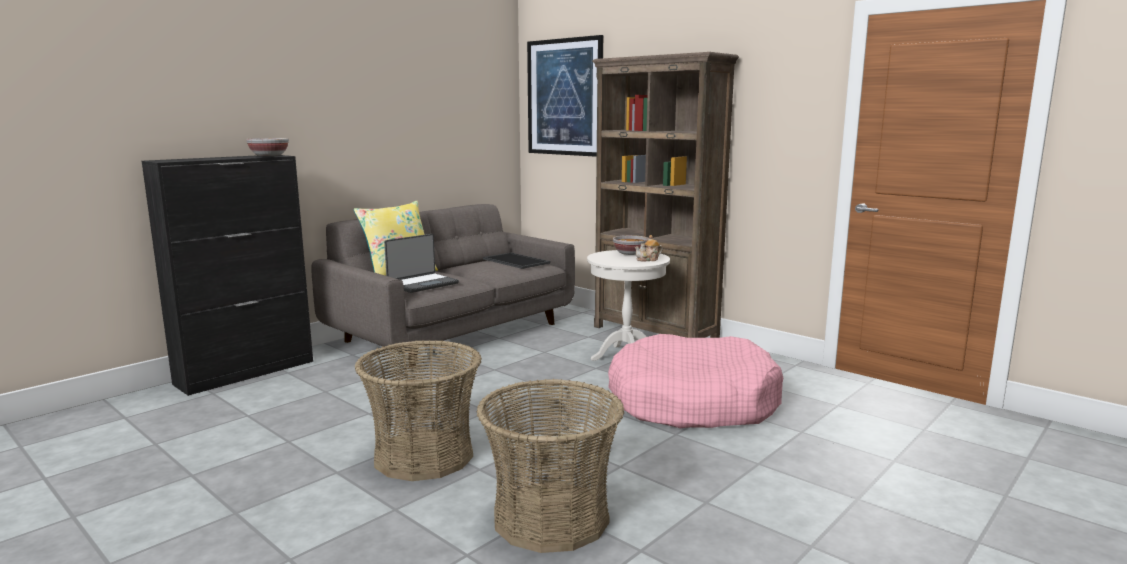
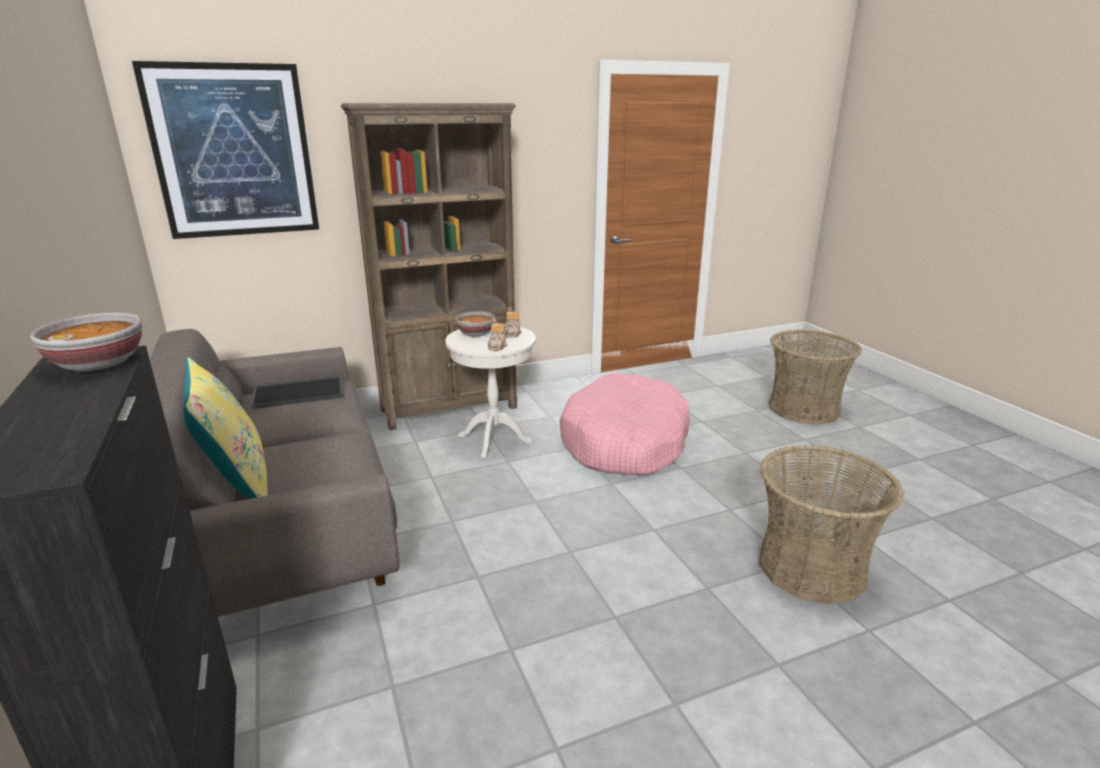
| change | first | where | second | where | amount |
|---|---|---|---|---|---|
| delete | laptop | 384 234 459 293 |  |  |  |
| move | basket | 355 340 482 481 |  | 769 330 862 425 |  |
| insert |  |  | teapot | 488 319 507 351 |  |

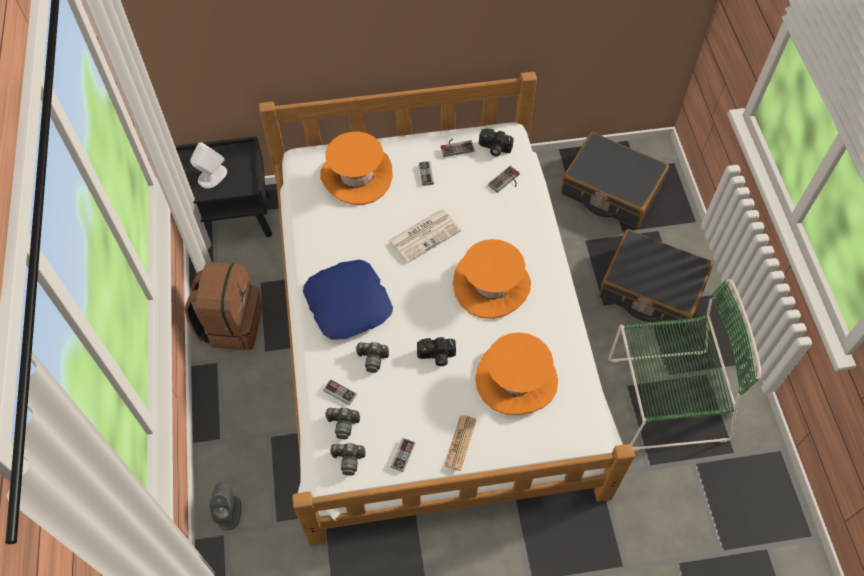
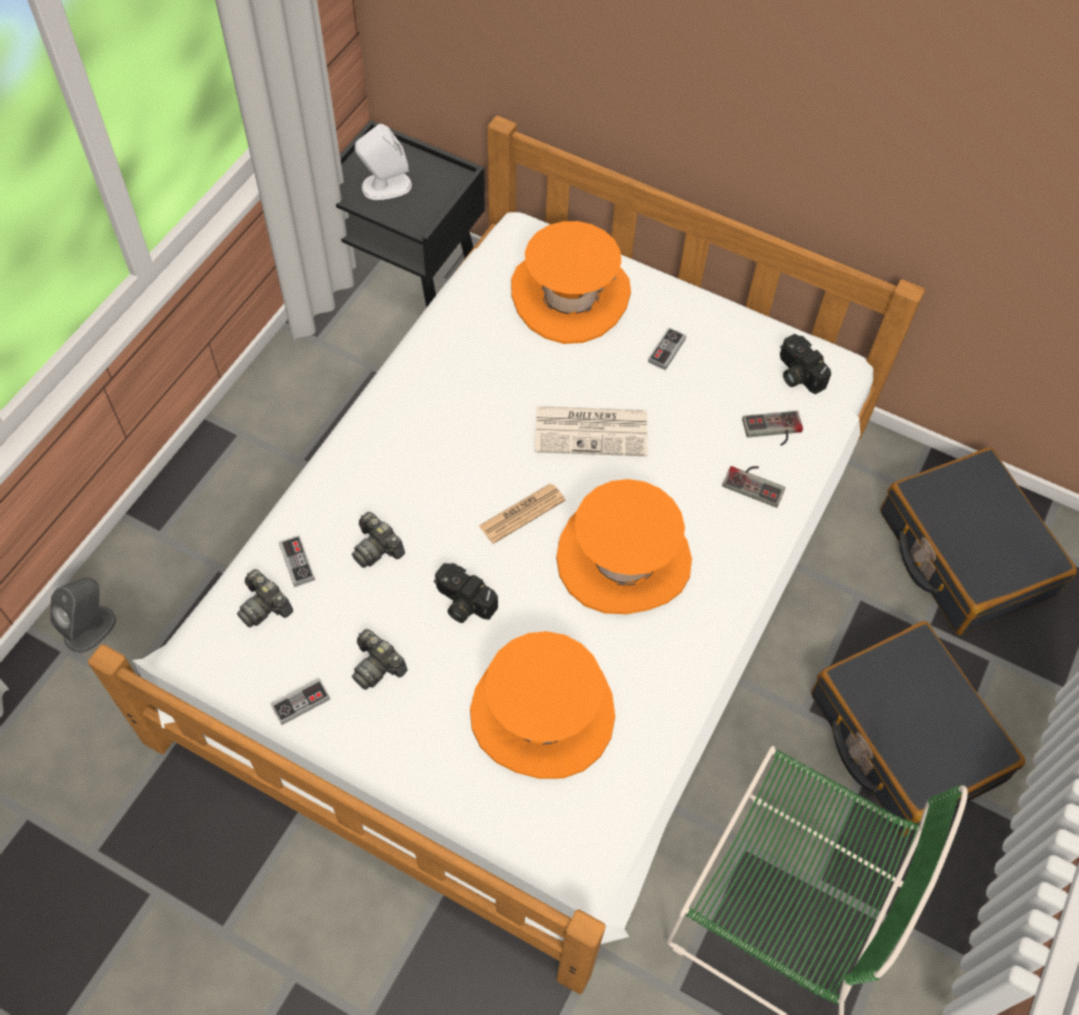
| change | first | where | second | where | amount |
|---|---|---|---|---|---|
| move | game controller | 441 139 474 157 |  | 722 466 785 508 |  |
| delete | pillow (blue) | 303 260 393 340 |  |  |  |
| delete | backpack (brown) | 185 262 262 350 |  |  |  |
| move | newspaper | 444 415 476 471 |  | 479 483 566 544 |  |
| move | photo camera | 330 443 366 475 |  | 352 629 408 690 |  |

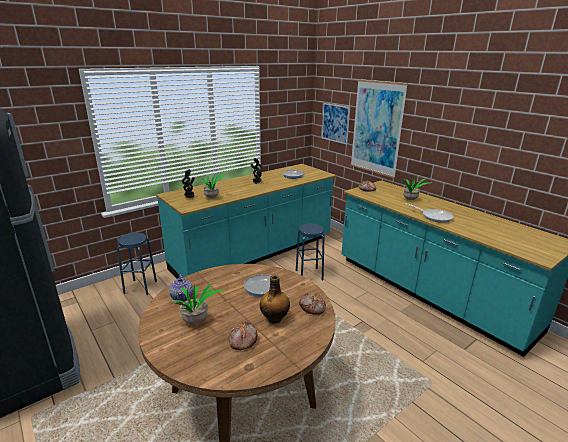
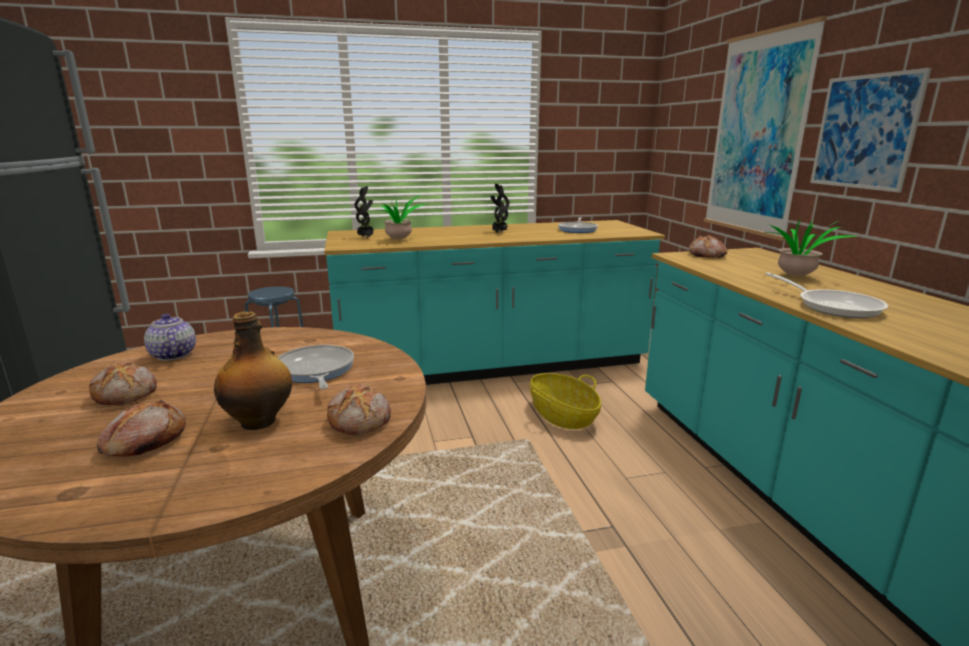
| change | first | where | second | where | amount |
|---|---|---|---|---|---|
| move | picture | 322 103 350 145 |  | 810 68 931 192 |  |
| replace | stool (blue) | 296 223 324 280 | basket | 530 373 601 429 |  |
| rotate | teapot | 169 274 193 301 |  | 144 314 196 361 | 135 degrees clockwise |
| replace | potted plant | 169 284 224 324 | bread | 89 362 157 405 |  |

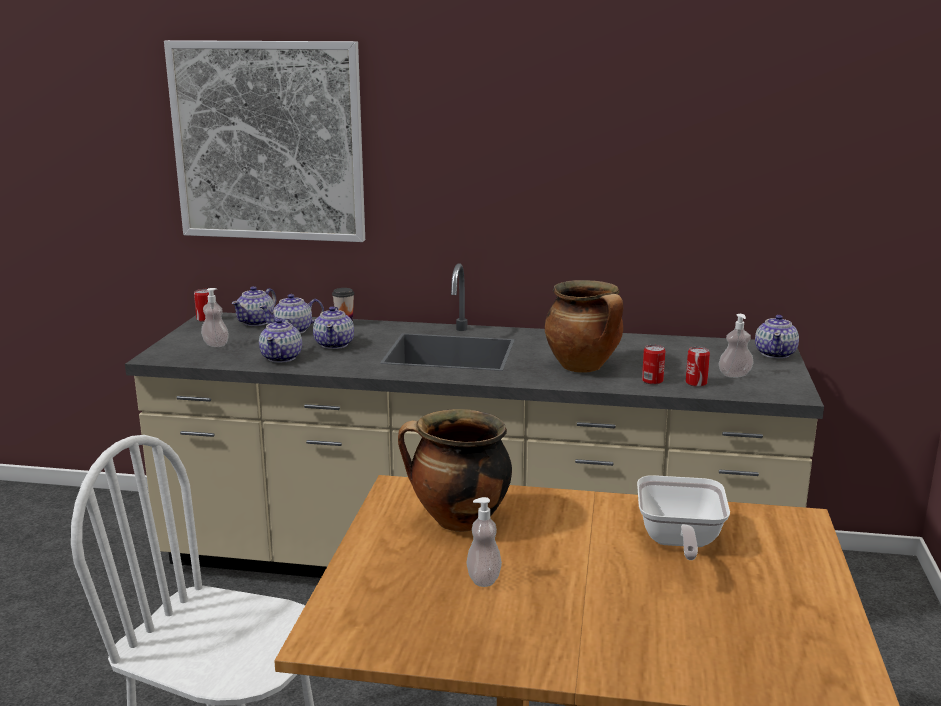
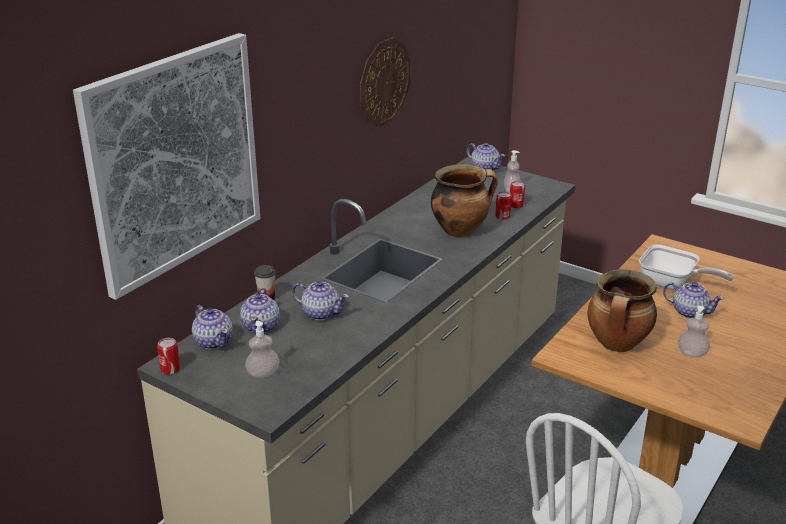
| change | first | where | second | where | amount |
|---|---|---|---|---|---|
| move | teapot | 259 318 302 363 |  | 663 282 724 319 |  |
| insert |  |  | wall clock | 360 38 411 127 |  |

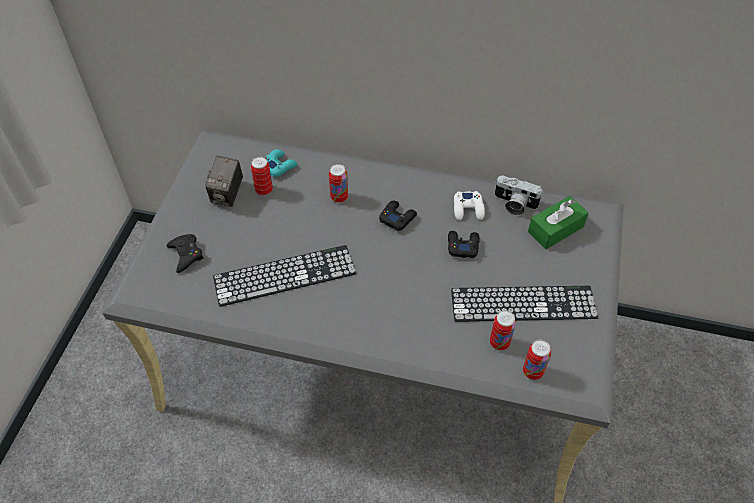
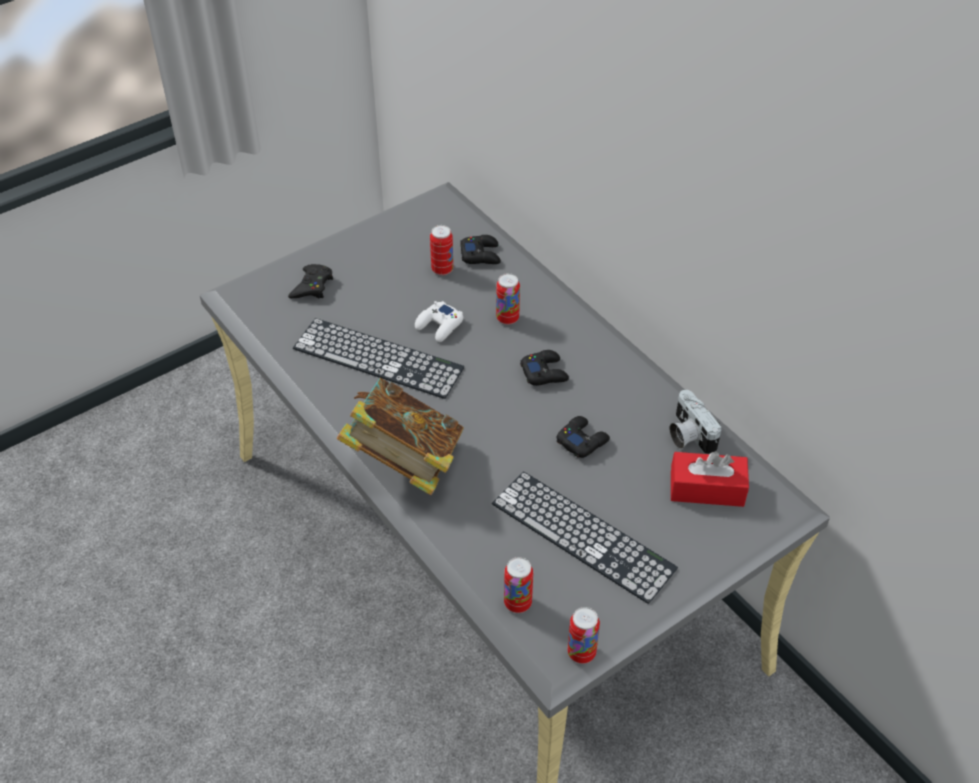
| change | first | where | second | where | amount |
|---|---|---|---|---|---|
| recolor | game controller (turquoise) | 264 149 297 177 | game controller (black) | 460 235 501 264 |  |
| delete | photo camera | 206 156 243 207 |  |  |  |
| move | game controller (white) | 454 191 485 220 |  | 415 301 463 342 |  |
| recolor | tissue box (green) | 528 196 589 249 | tissue box (red) | 671 451 749 507 |  |
| move | can | 490 310 516 351 |  | 567 607 600 664 |  |
| insert |  |  | book | 337 378 464 495 |  |

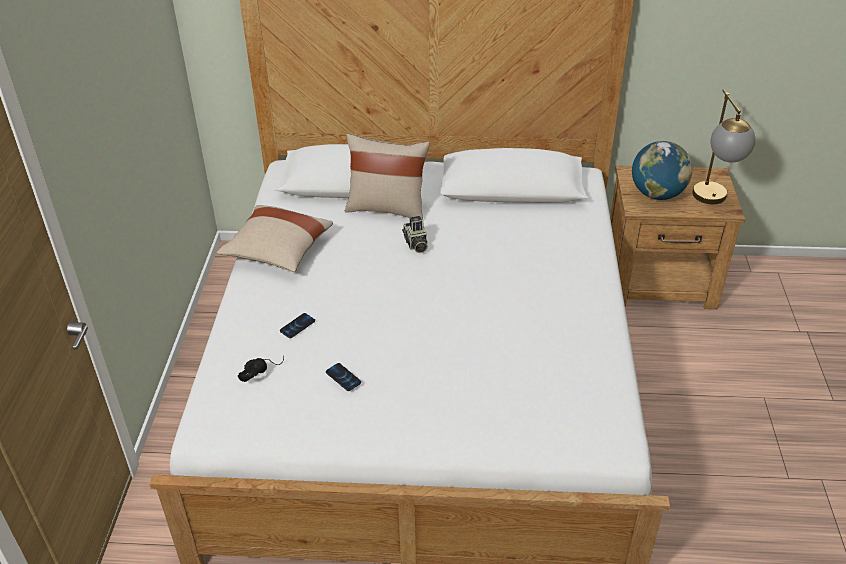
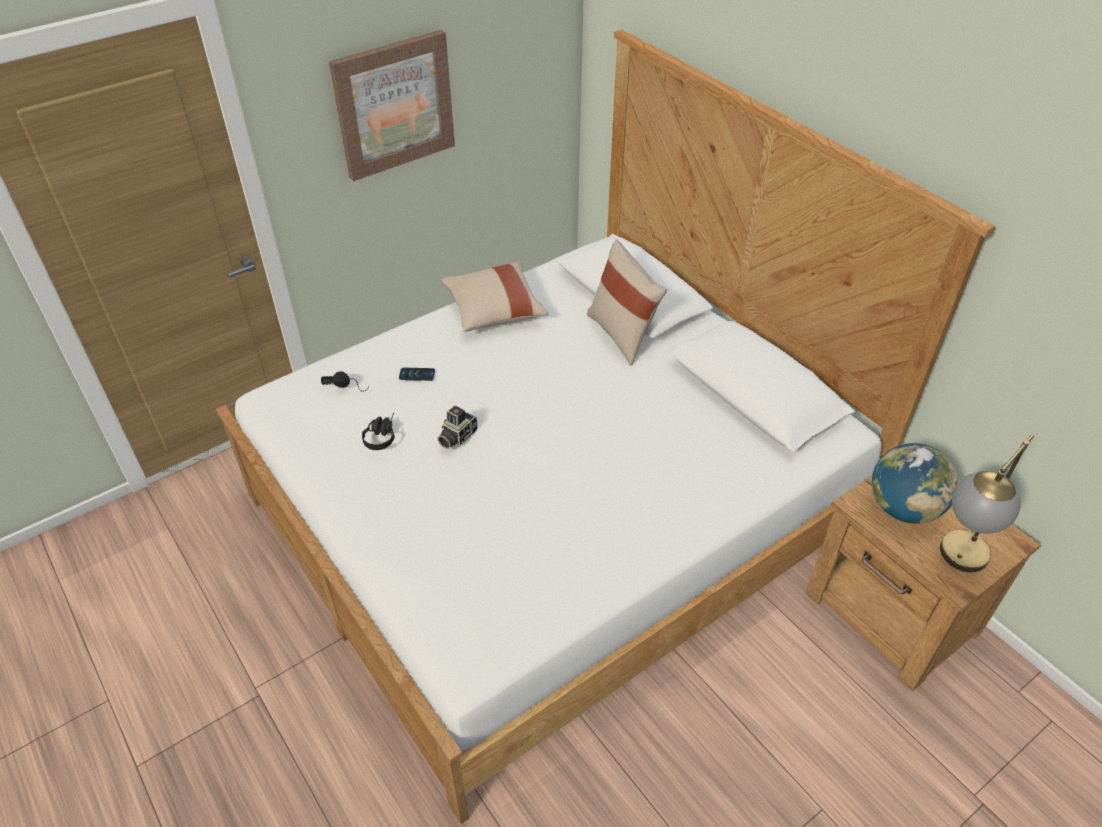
| change | first | where | second | where | amount |
|---|---|---|---|---|---|
| move | photo camera | 402 216 428 253 |  | 437 406 478 449 |  |
| replace | phone | 326 363 361 391 | headphones (black) | 362 412 395 450 |  |
| insert |  |  | picture | 329 30 455 181 |  |

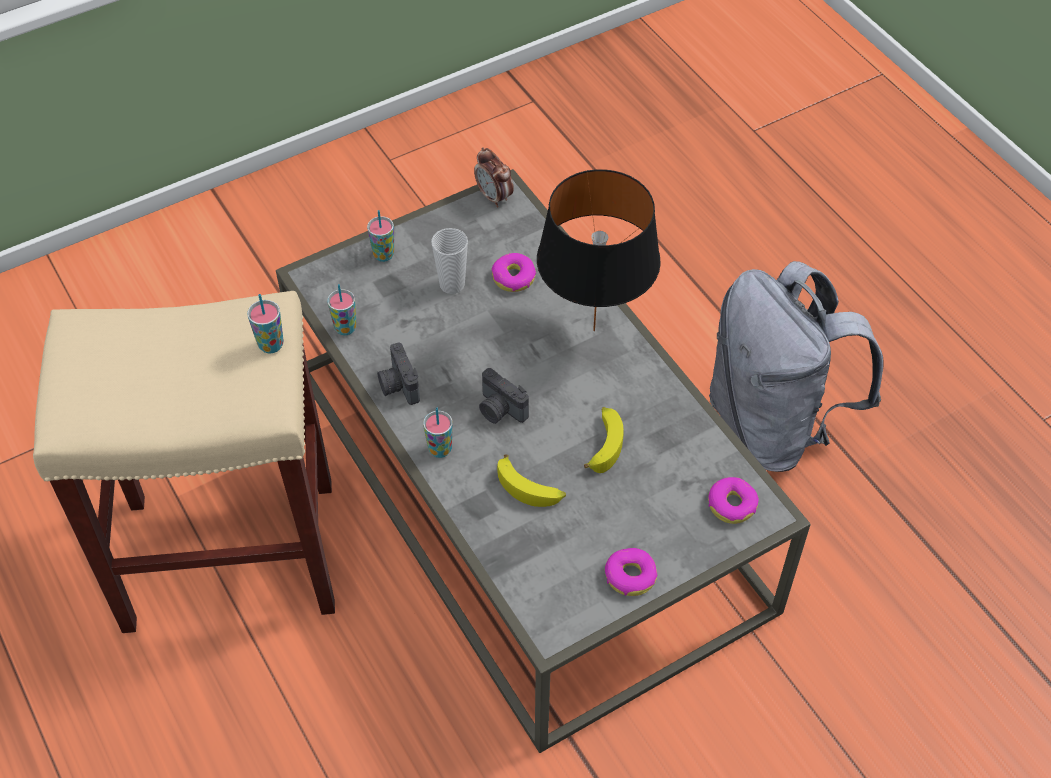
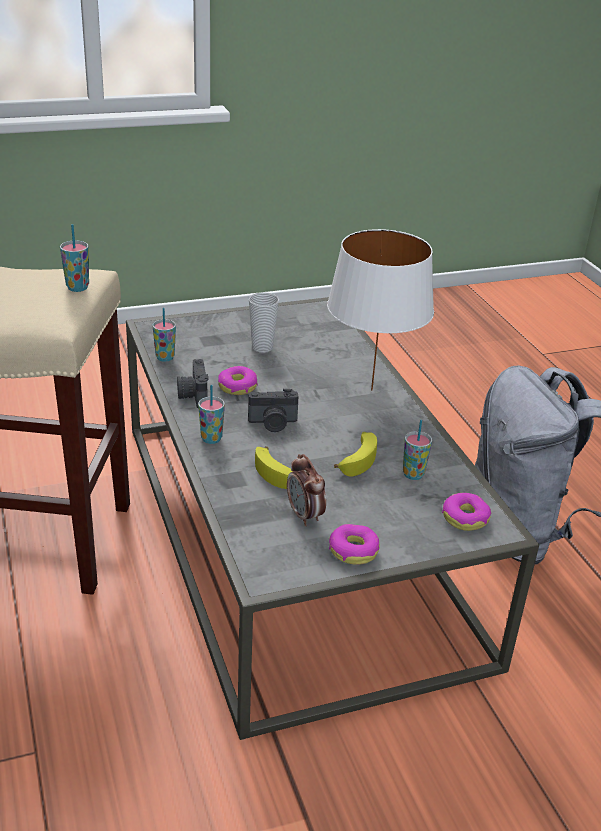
| change | first | where | second | where | amount |
|---|---|---|---|---|---|
| move | alarm clock | 474 147 514 208 |  | 287 454 326 526 |  |
| recolor | table lamp (black) | 537 169 661 331 | table lamp (white) | 327 229 434 391 |  |
| move | cup | 367 210 394 262 |  | 403 420 432 480 |  |
| move | donut | 491 253 536 292 |  | 218 366 258 395 |  |
| rotate | photo camera | 479 368 529 424 |  | 248 389 299 432 | 60 degrees counterclockwise |

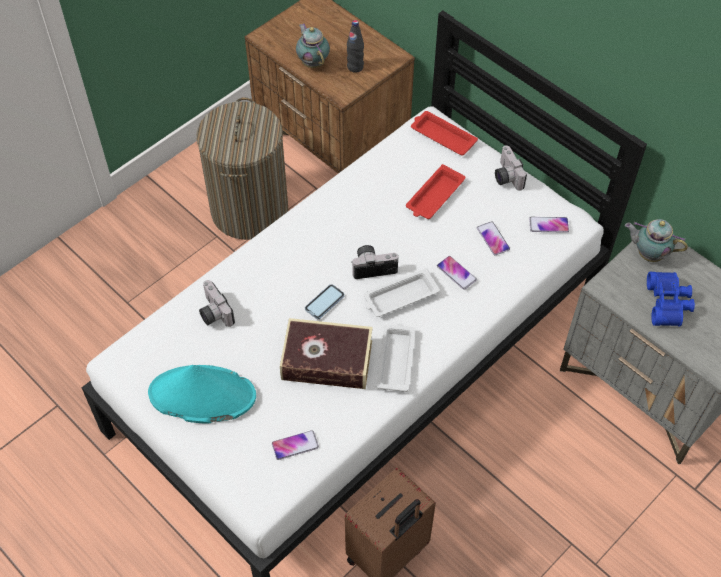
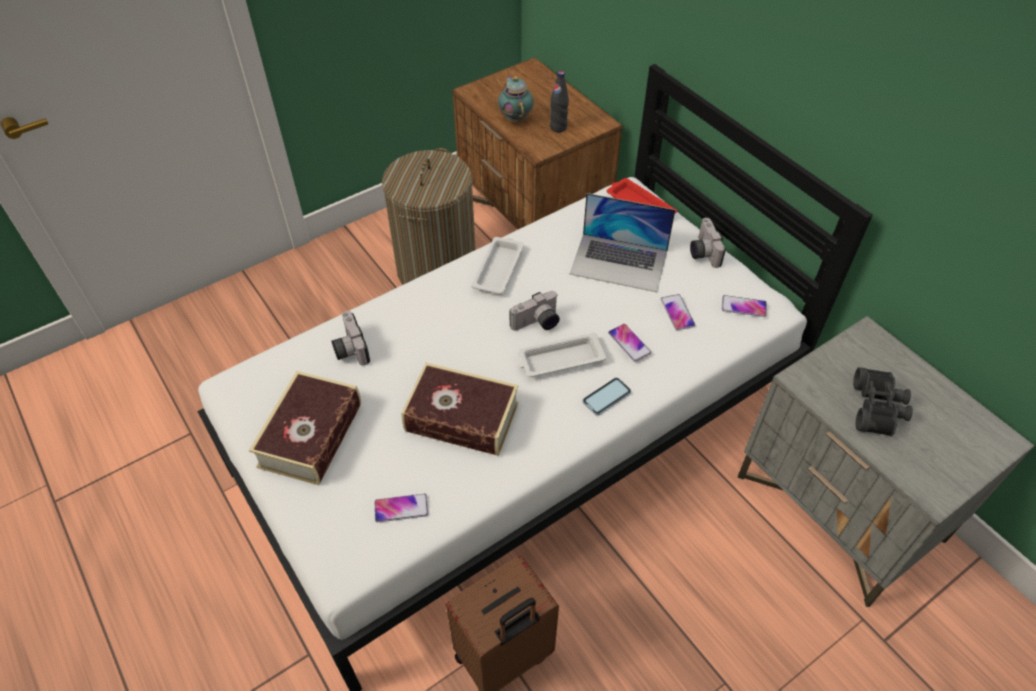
| change | first | where | second | where | amount |
|---|---|---|---|---|---|
| replace | tray (red) | 406 164 465 219 | laptop | 570 193 675 292 |  |
| delete | teapot | 625 219 688 262 |  |  |  |
| rotate | photo camera | 351 245 399 279 |  | 509 291 560 331 | 150 degrees clockwise |
| recolor | binoculars (blue) | 647 272 695 326 | binoculars (black) | 853 367 913 436 |  |
| move | phone | 305 284 345 319 |  | 583 378 631 416 |  |
| move | tray (white) | 376 323 416 392 |  | 471 237 524 294 |  |
| replace | hat (turquoise) | 148 365 256 423 | book | 249 371 361 485 |  |

